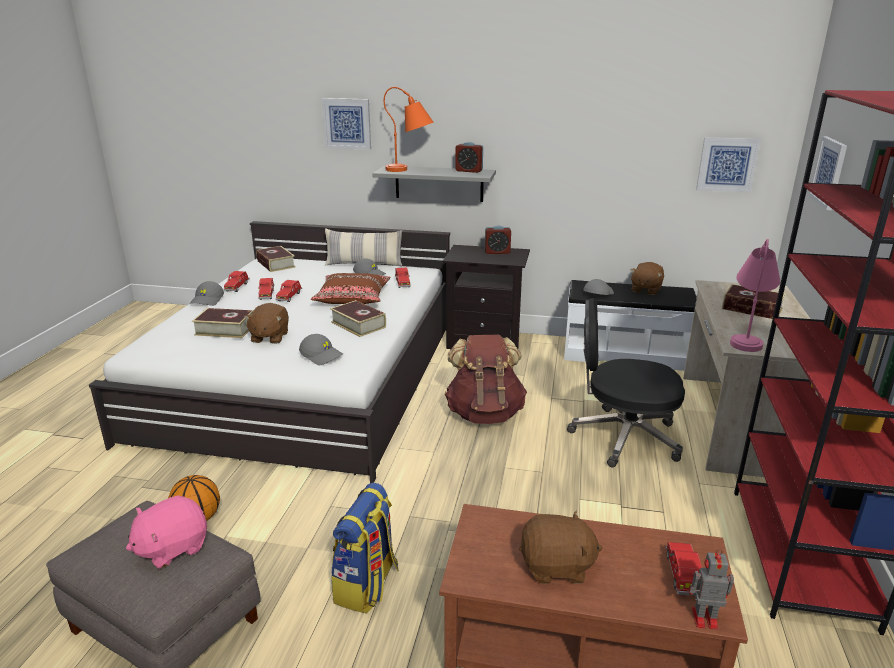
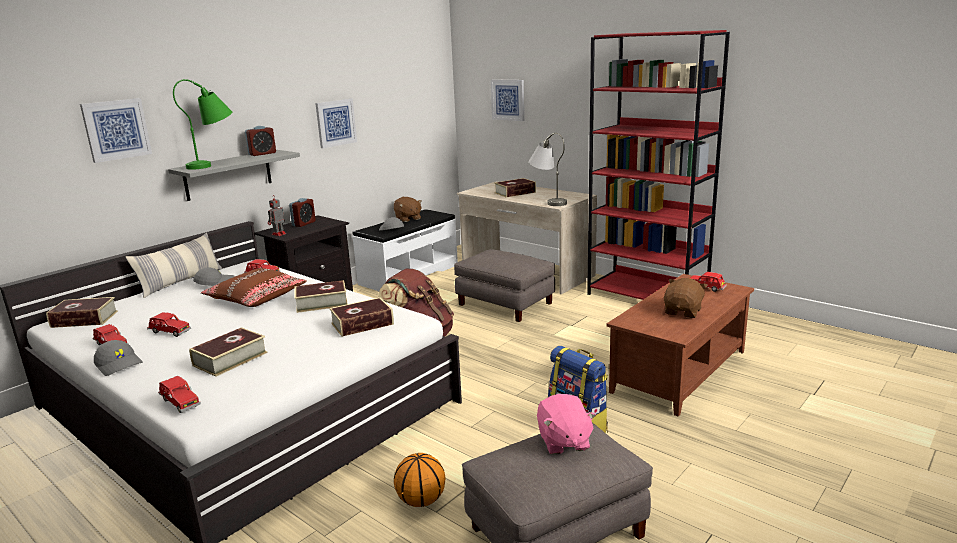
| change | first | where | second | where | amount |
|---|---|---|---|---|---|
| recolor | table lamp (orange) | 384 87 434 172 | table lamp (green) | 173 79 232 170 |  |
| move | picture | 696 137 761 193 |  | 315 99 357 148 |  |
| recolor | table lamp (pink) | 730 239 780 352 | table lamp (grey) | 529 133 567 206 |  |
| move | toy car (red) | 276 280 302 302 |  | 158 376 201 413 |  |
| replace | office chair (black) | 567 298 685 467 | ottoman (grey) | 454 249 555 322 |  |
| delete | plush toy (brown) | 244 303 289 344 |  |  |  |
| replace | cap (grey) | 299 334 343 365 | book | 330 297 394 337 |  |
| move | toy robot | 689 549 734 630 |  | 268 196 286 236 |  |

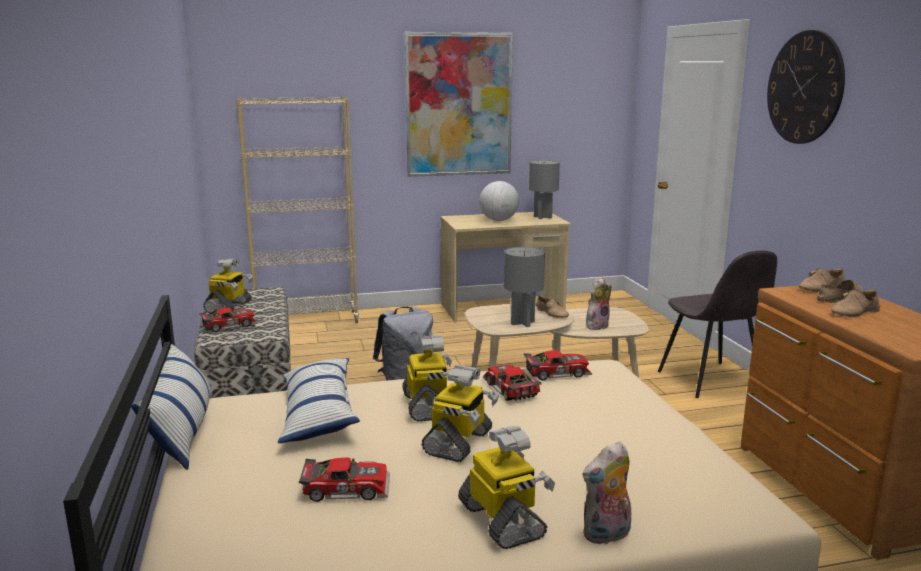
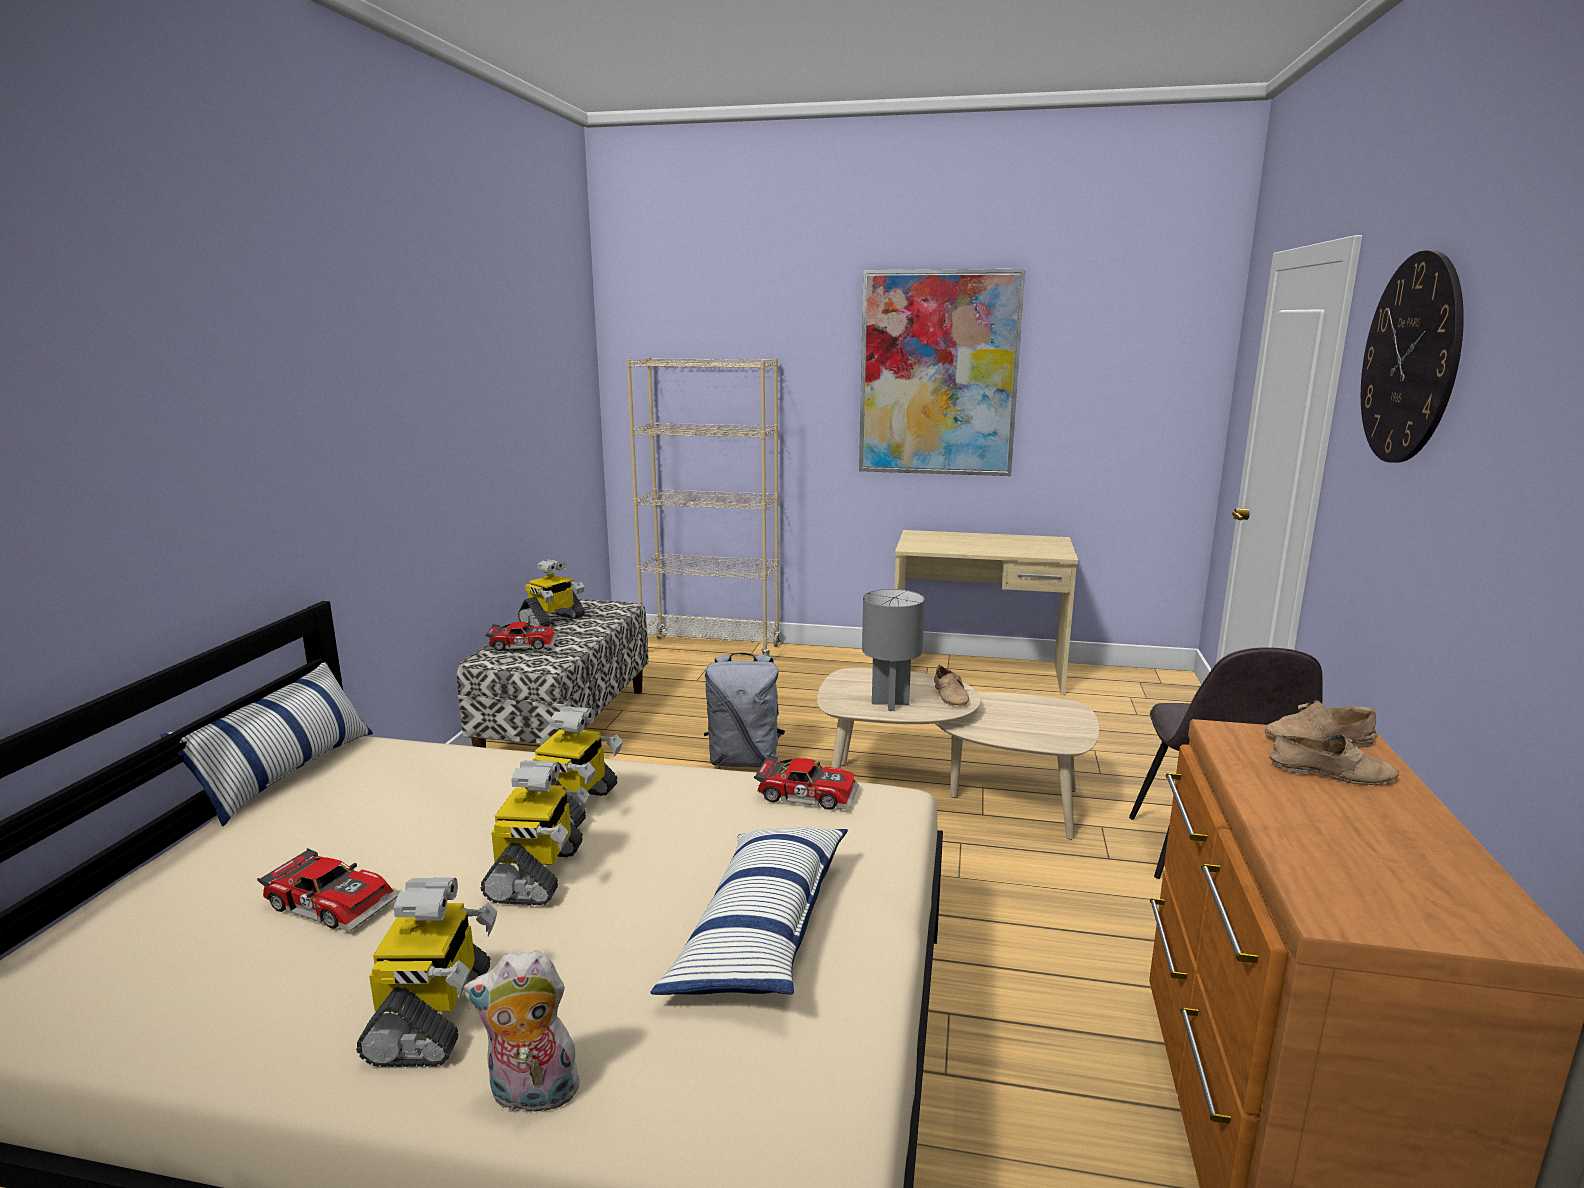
| change | first | where | second | where | amount |
|---|---|---|---|---|---|
| delete | table lamp (grey) | 529 160 560 219 |  |  |  |
| delete | globe | 479 181 519 221 |  |  |  |
| delete | plush toy | 586 278 612 330 |  |  |  |
| delete | shoe (beige) | 831 289 881 317 |  |  |  |
| move | pillow | 278 358 360 443 |  | 650 827 848 995 |  |
| delete | toy car | 483 364 542 401 |  |  |  |
| rotate | toy robot | 421 365 499 462 |  | 481 761 590 905 | 45 degrees counterclockwise |

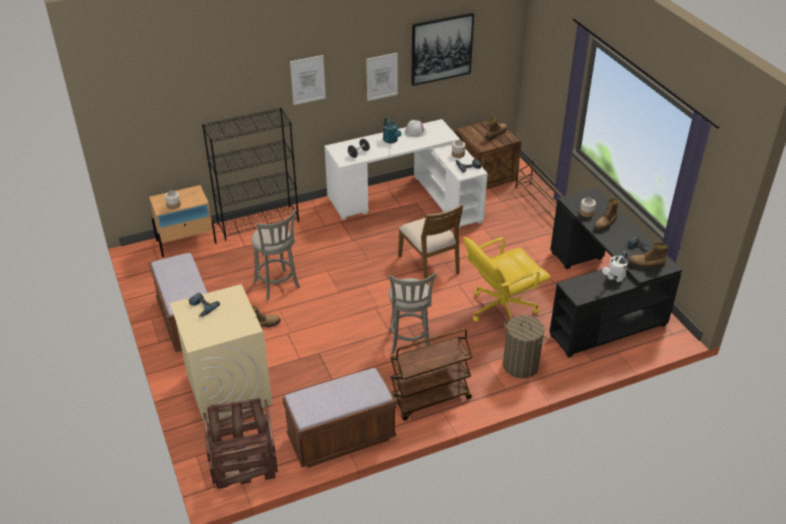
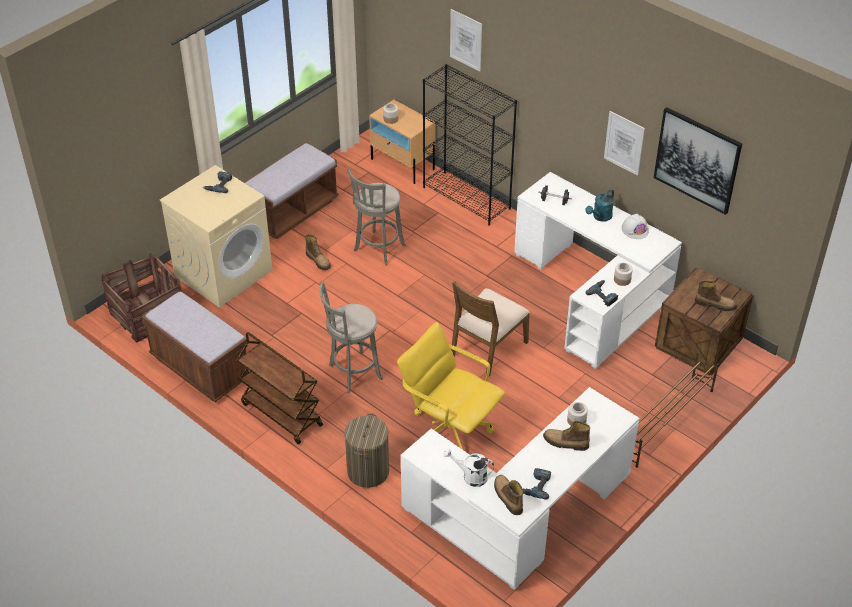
| change | first | where | second | where | amount |
|---|---|---|---|---|---|
| move | picture | 290 55 326 105 |  | 450 9 482 72 |  |
| recolor | desk (black) | 549 188 682 358 | desk (white) | 401 387 639 590 |  |

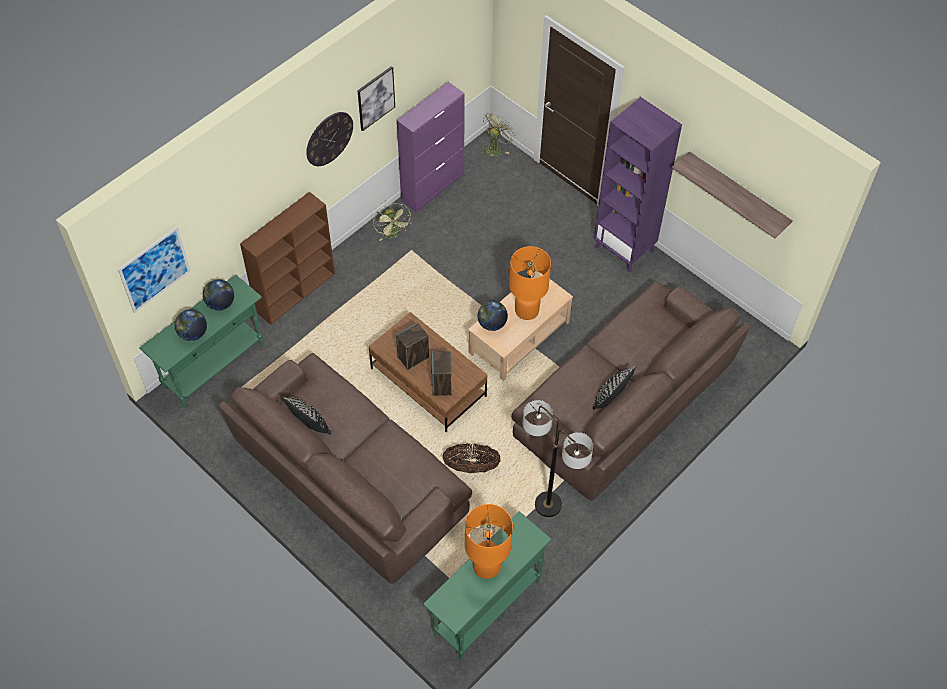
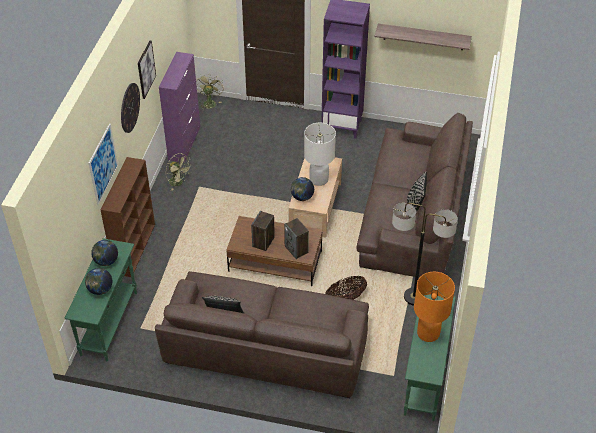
| change | first | where | second | where | amount |
|---|---|---|---|---|---|
| move | picture | 118 227 190 313 |  | 89 123 118 205 |  |
| recolor | table lamp (orange) | 509 246 551 320 | table lamp (white) | 304 123 336 186 |  |

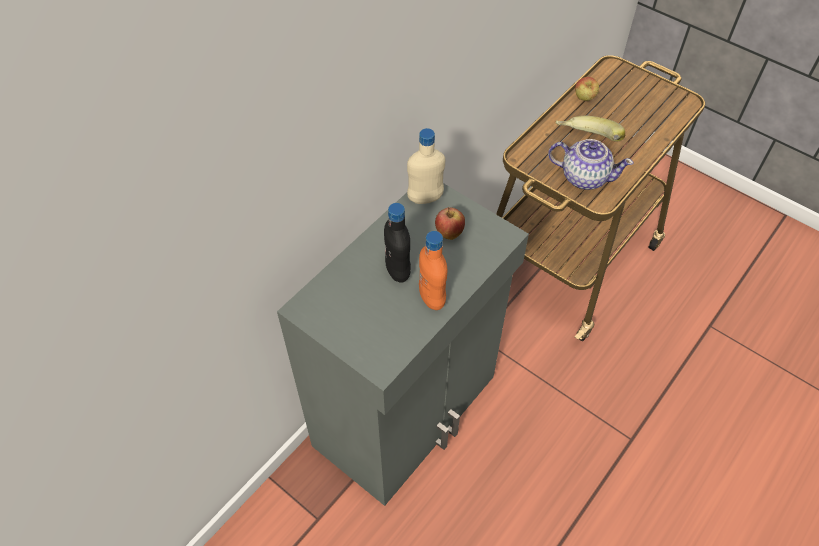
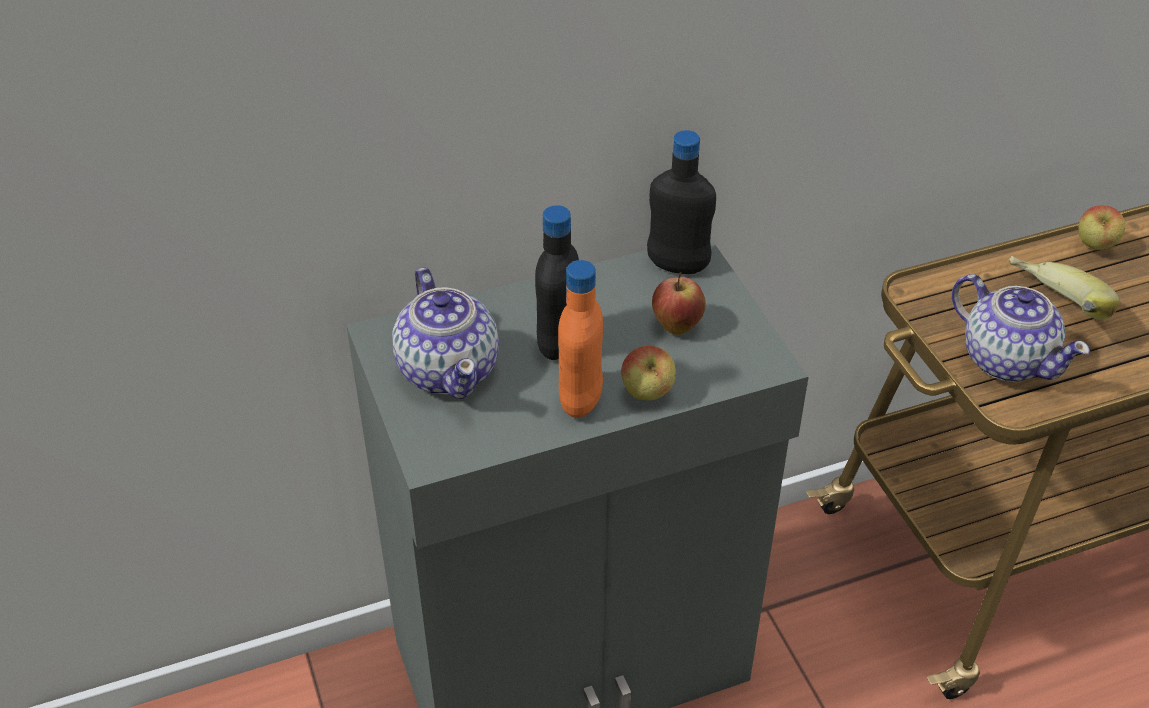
| change | first | where | second | where | amount |
|---|---|---|---|---|---|
| recolor | bottle (beige) | 407 128 445 204 | bottle (black) | 647 130 716 274 |  |
| insert |  |  | teapot | 392 267 499 399 |  |
| insert |  |  | apple | 621 346 676 400 |  |

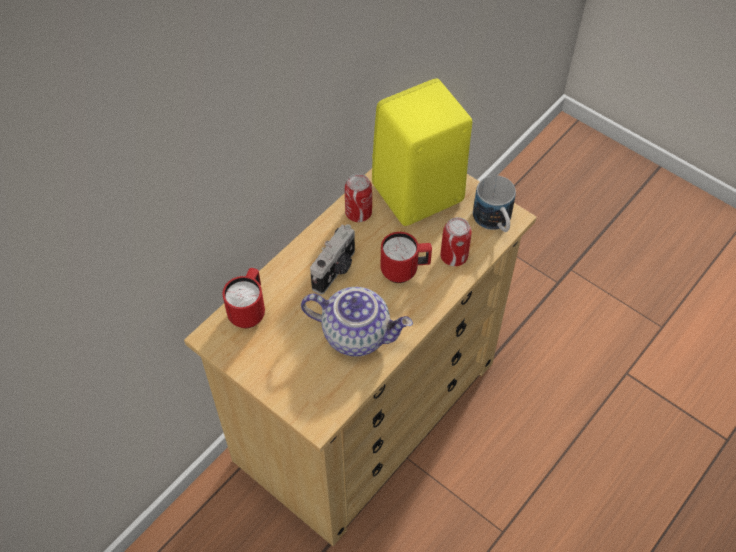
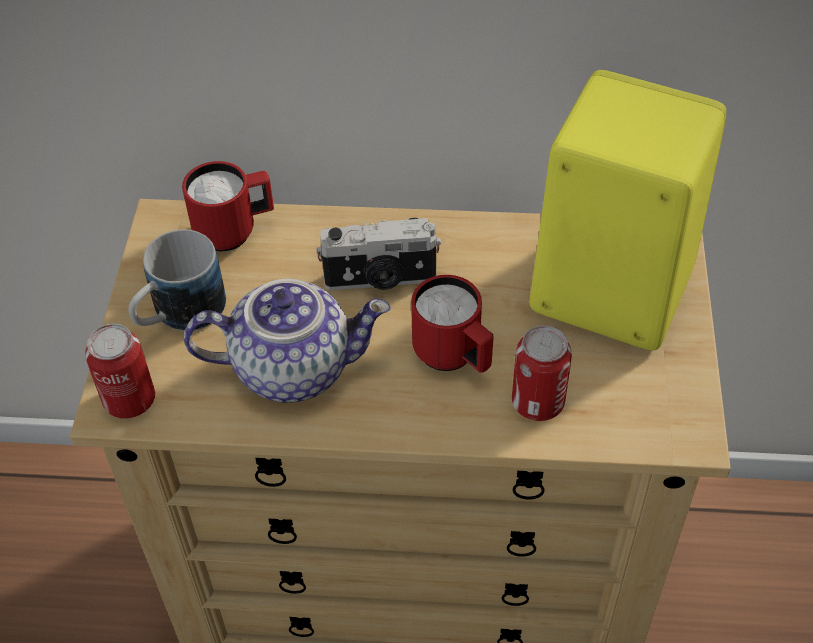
| change | first | where | second | where | amount |
|---|---|---|---|---|---|
| move | can | 345 174 372 222 |  | 85 324 155 419 |  |
| move | mug | 473 175 516 232 |  | 128 229 226 331 |  |
| rotate | teapot | 301 287 413 357 |  | 184 279 391 403 | 75 degrees counterclockwise |

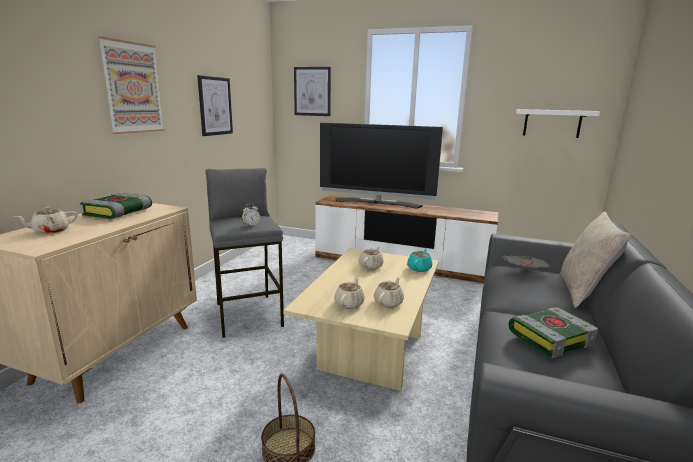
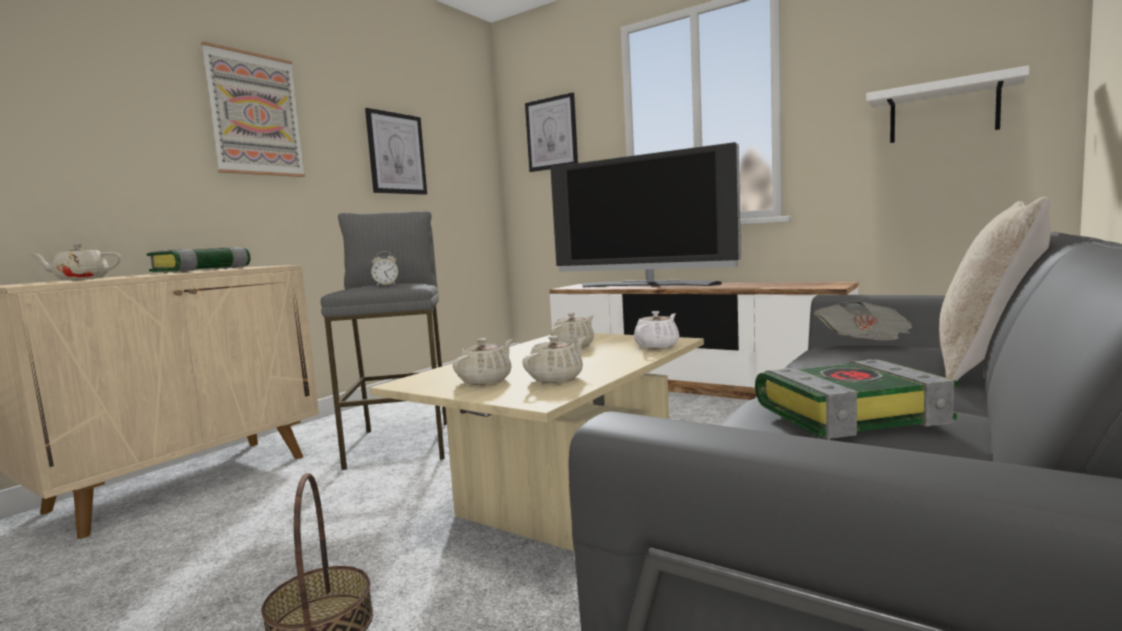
| change | first | where | second | where | amount |
|---|---|---|---|---|---|
| recolor | teapot (turquoise) | 407 248 432 272 | teapot (white) | 634 311 679 349 |  |

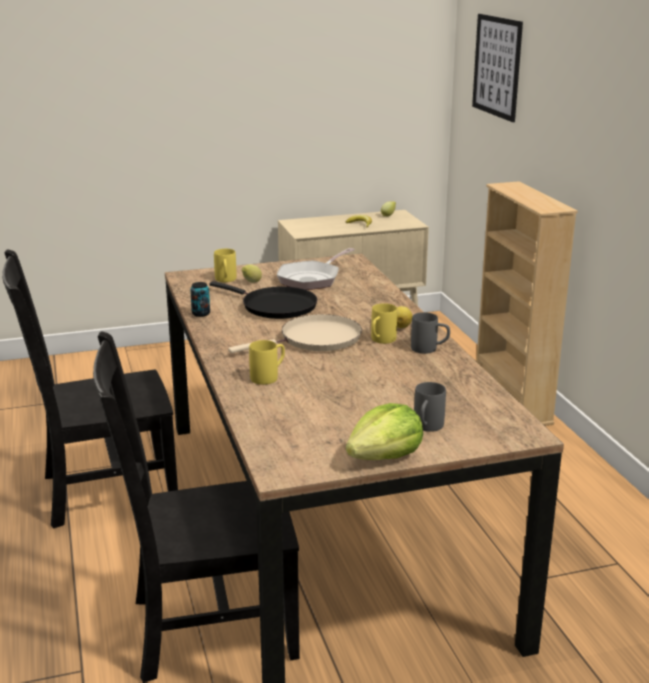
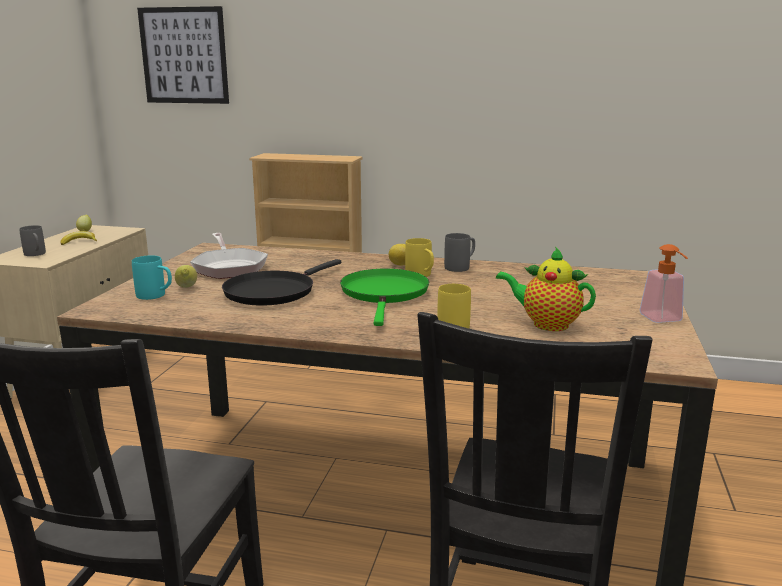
| change | first | where | second | where | amount |
|---|---|---|---|---|---|
| recolor | mug (yellow) | 214 249 236 282 | mug (turquoise) | 132 255 172 300 |  |
| rotate | frying pan (black) | 209 281 317 319 |  | 222 259 341 306 | 150 degrees clockwise |
| delete | can | 190 282 210 317 |  |  |  |
| recolor | frying pan (beige) | 228 314 362 353 | frying pan (green) | 340 269 429 326 |  |
| move | mug (grey) | 414 382 446 432 |  | 19 225 46 256 |  |
| replace | lettuce | 346 403 423 460 | soap dispenser | 640 244 688 323 |  |
| insert |  |  | teapot | 496 247 596 331 |  |

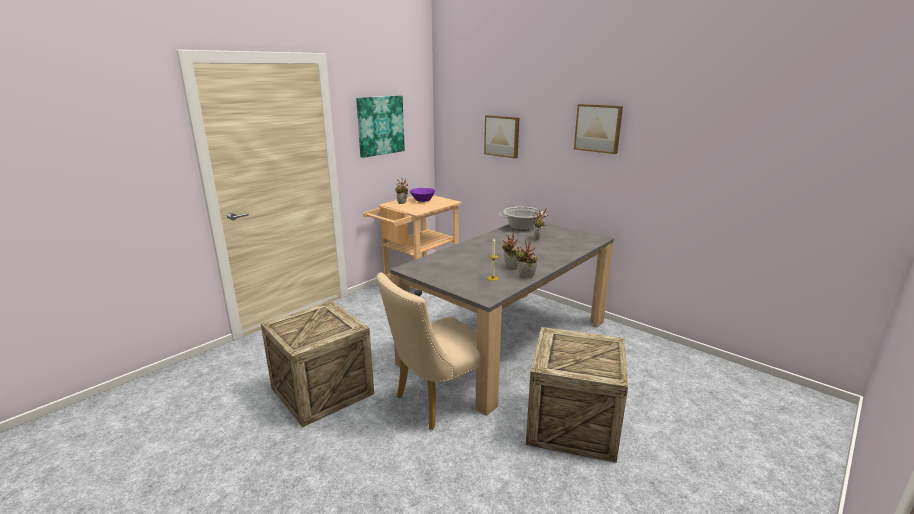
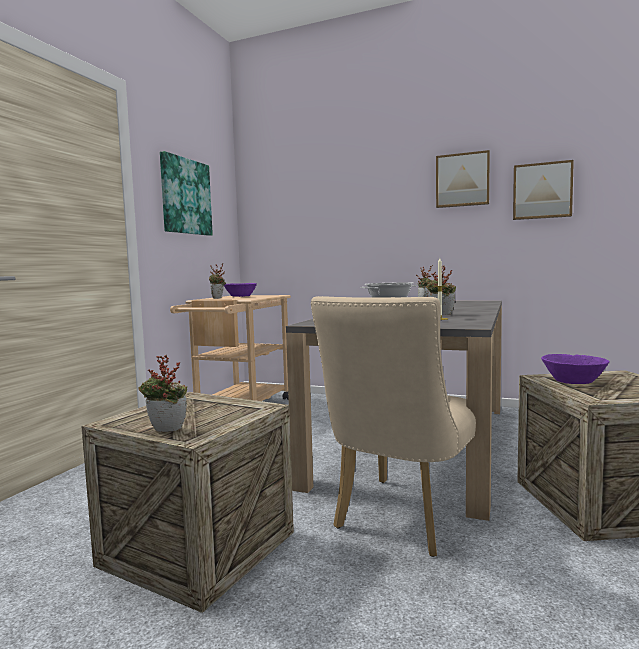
| change | first | where | second | where | amount |
|---|---|---|---|---|---|
| move | picture | 484 115 519 159 |  | 513 160 574 220 |  |
| move | potted plant | 515 241 538 278 |  | 138 355 187 432 |  |
| insert |  |  | bowl (purple) | 541 354 609 384 |  |

